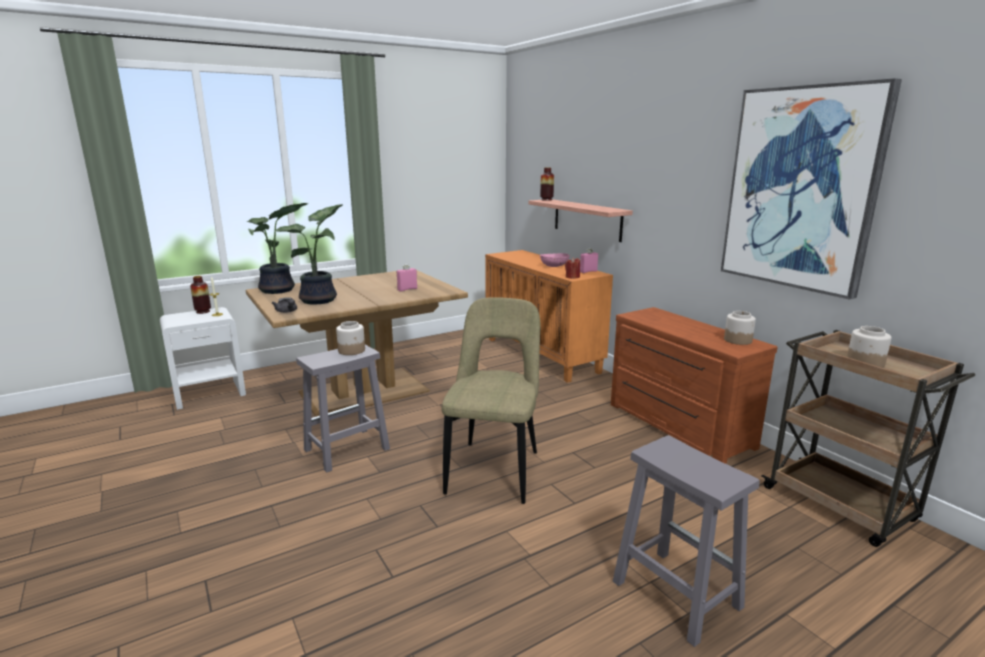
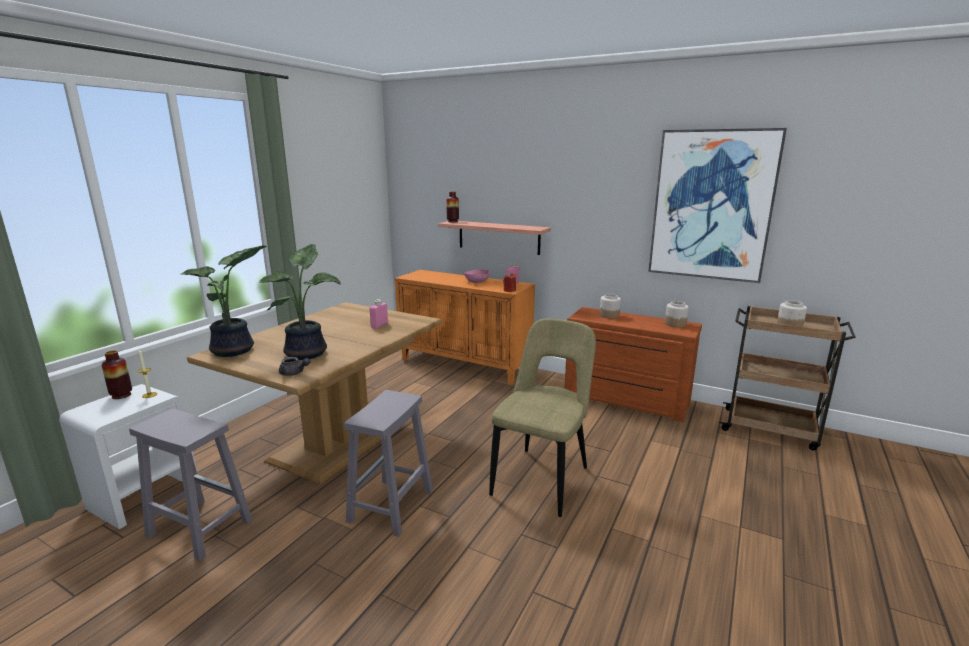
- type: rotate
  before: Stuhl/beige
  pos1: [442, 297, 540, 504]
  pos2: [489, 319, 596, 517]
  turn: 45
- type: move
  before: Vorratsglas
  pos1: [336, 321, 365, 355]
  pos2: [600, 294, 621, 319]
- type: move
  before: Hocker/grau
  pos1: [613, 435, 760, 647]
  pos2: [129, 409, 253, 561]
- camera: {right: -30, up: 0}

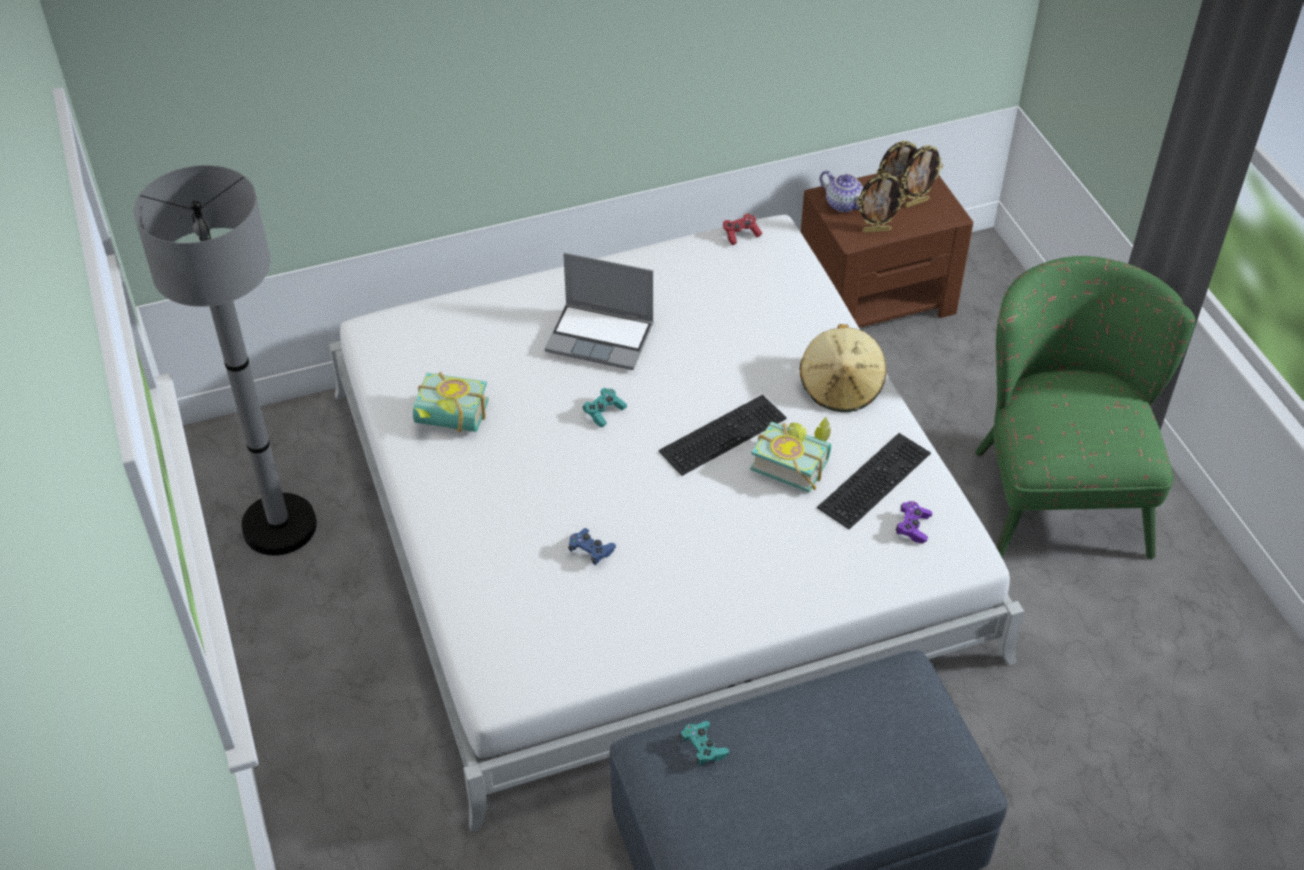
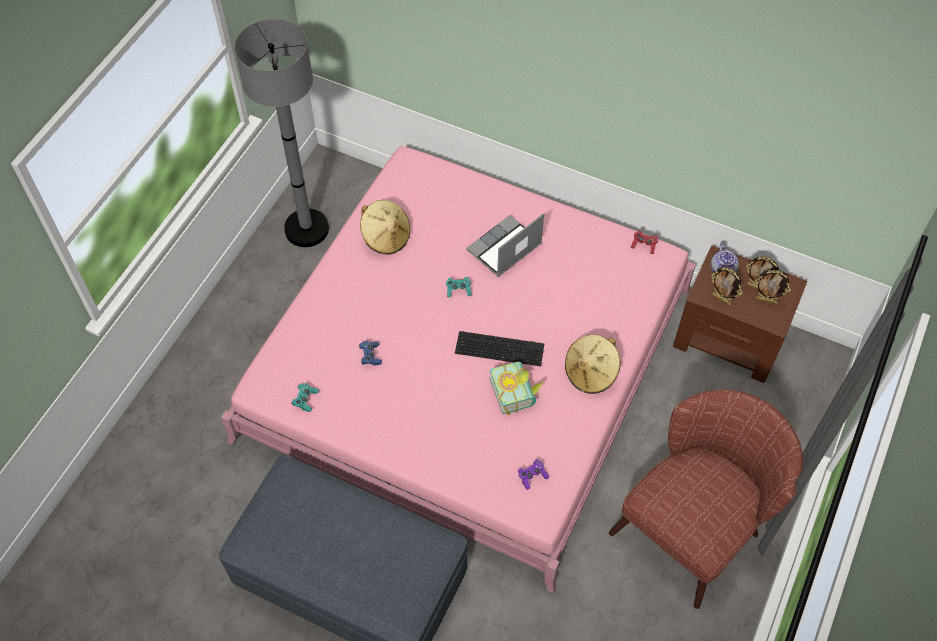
- type: recolor
  before: Bett/weiß
  after: Bett/rosa
  pos1: [329, 215, 1024, 833]
  pos2: [221, 146, 696, 593]
- type: rotate
  before: Laptop
  pos1: [545, 253, 654, 370]
  pos2: [466, 213, 544, 277]
  turn: 75
- type: recolor
  before: Sessel/grün
  after: Sessel/braun
  pos1: [975, 256, 1196, 559]
  pos2: [609, 389, 803, 609]
- type: replace
  before: Buch
  after: Hut/beige
  pos1: [413, 372, 489, 432]
  pos2: [360, 200, 410, 255]
- type: delete
  before: Tastatur
  pos1: [817, 433, 931, 529]
- type: move
  before: Gamepad/türkis
  pos1: [679, 721, 729, 766]
  pos2: [291, 383, 319, 412]
- camera: {right: 45, up: 10}

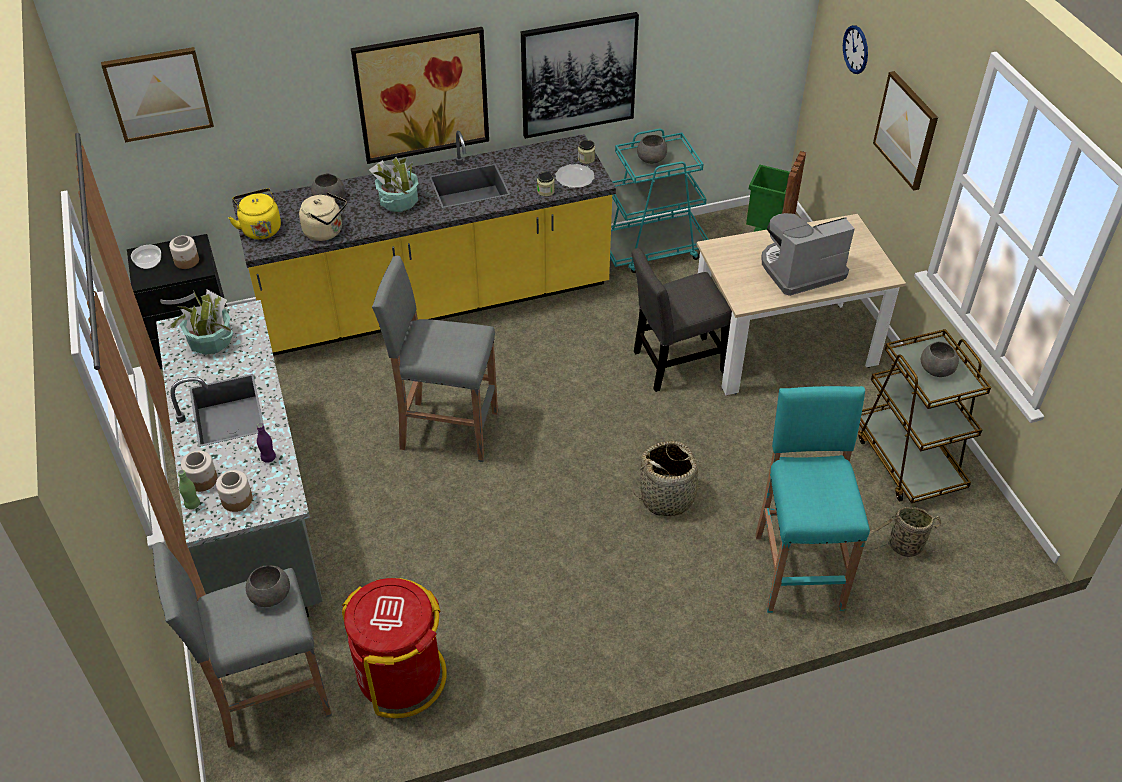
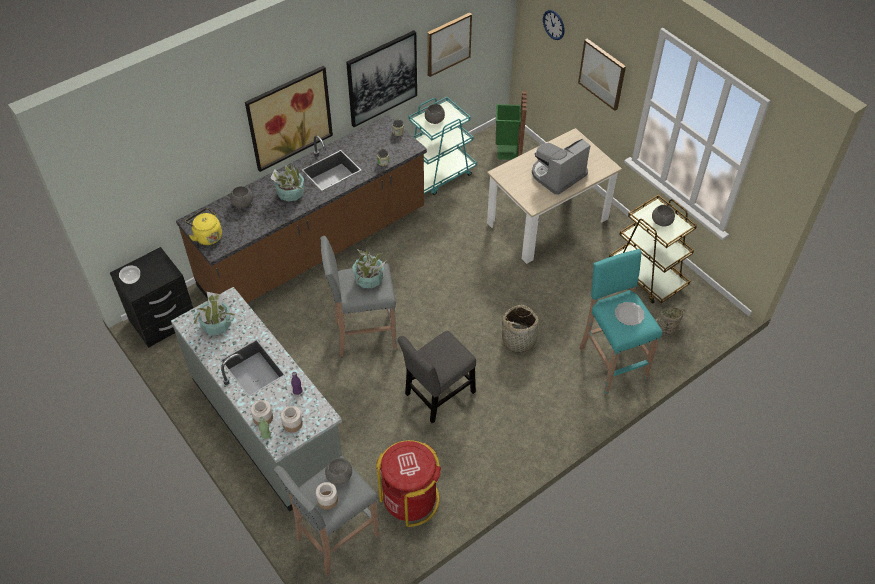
- type: move
  before: Bild
  pos1: [101, 47, 214, 142]
  pos2: [427, 12, 472, 77]
- type: recolor
  before: Küchenzeile/gelb
  after: Küchenzeile/braun
  pos1: [232, 131, 616, 356]
  pos2: [176, 114, 427, 303]
- type: move
  before: Teller
  pos1: [555, 164, 595, 188]
  pos2: [615, 302, 644, 326]
- type: delete
  before: Wasserkessel/beige
  pos1: [299, 192, 347, 241]
- type: move
  before: Vorratsglas
  pos1: [169, 236, 199, 269]
  pos2: [316, 482, 338, 510]
- type: move
  before: Stuhl/grau
  pos1: [632, 248, 732, 392]
  pos2: [397, 331, 476, 423]
- type: insert
  after: Topfpflanze
  pos2: [352, 248, 386, 288]
- camera: {right: -20, up: 5}

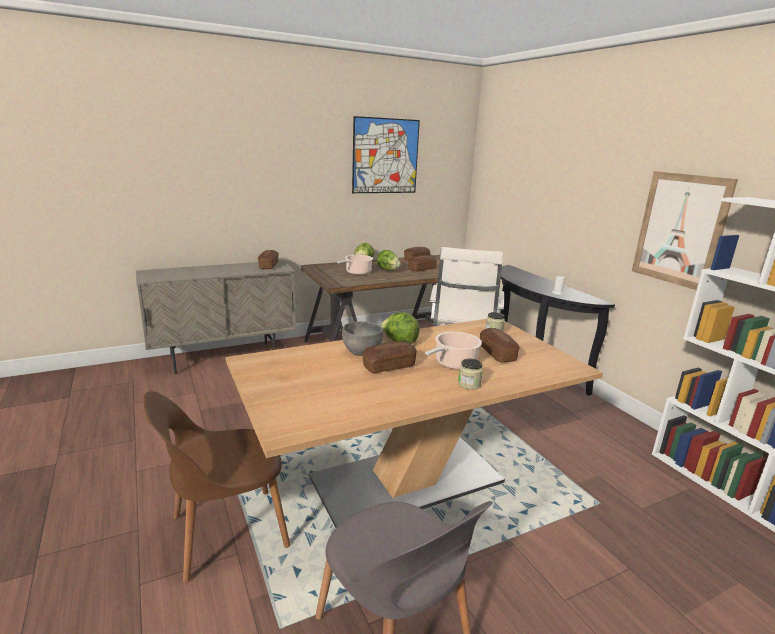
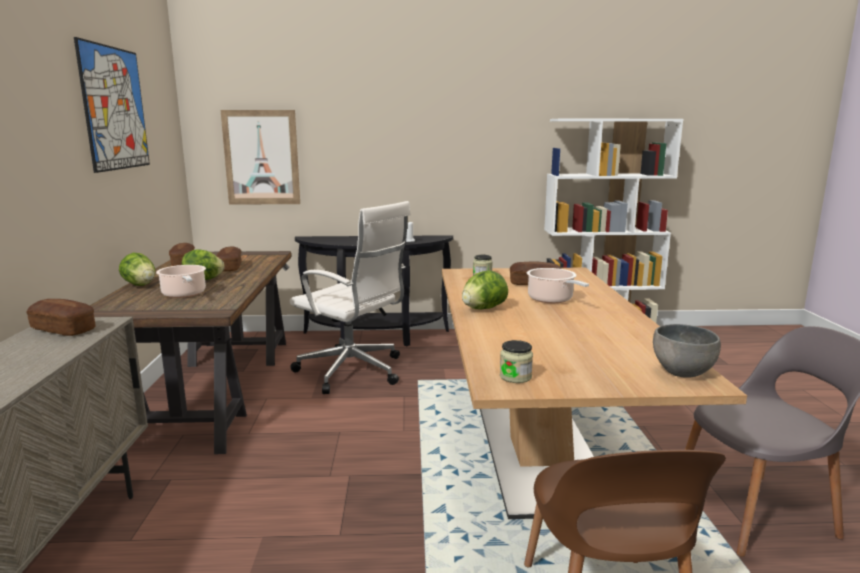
- type: move
  before: Bild
  pos1: [632, 171, 738, 290]
  pos2: [221, 110, 300, 205]
- type: move
  before: Schüssel/grau
  pos1: [342, 321, 383, 356]
  pos2: [653, 324, 721, 378]
- type: delete
  before: Brot
  pos1: [363, 342, 417, 373]
- type: move
  before: Vorratsglas
  pos1: [458, 358, 483, 390]
  pos2: [500, 340, 533, 383]
- camera: {right: -65, up: -5}

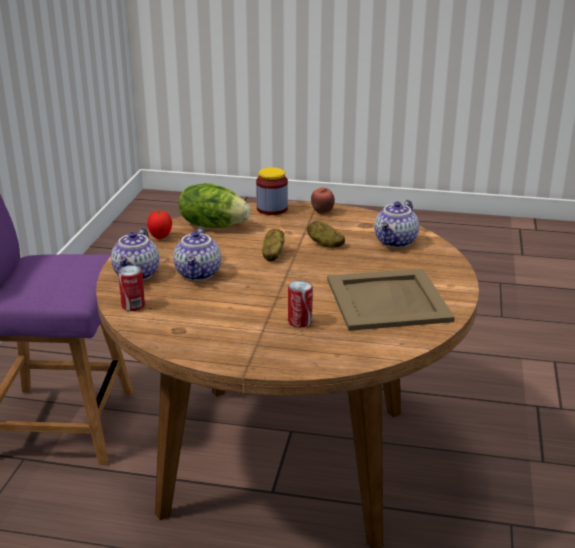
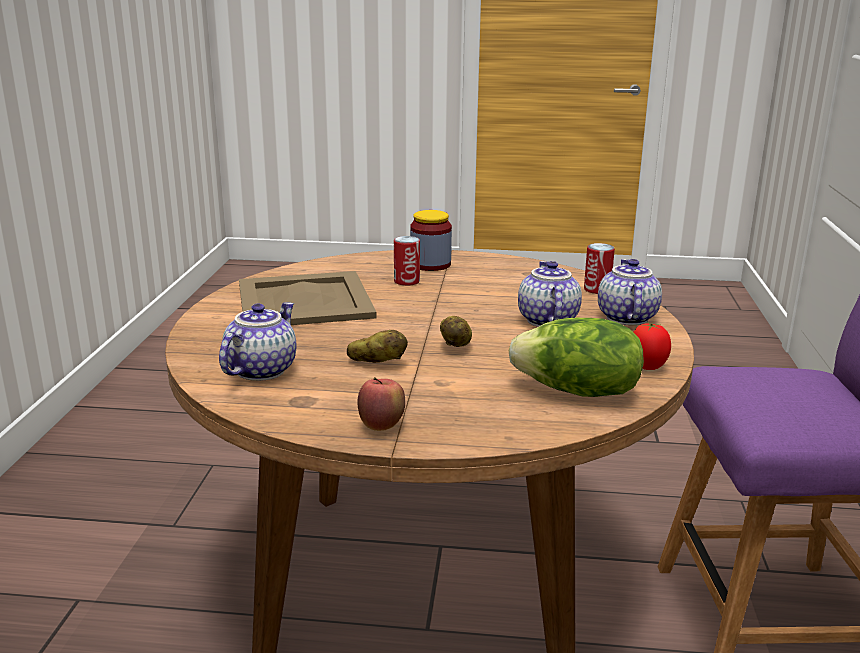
- type: move
  before: Vorratsglas
  pos1: [256, 167, 288, 215]
  pos2: [410, 210, 452, 271]
- camera: {right: 175, up: -5}

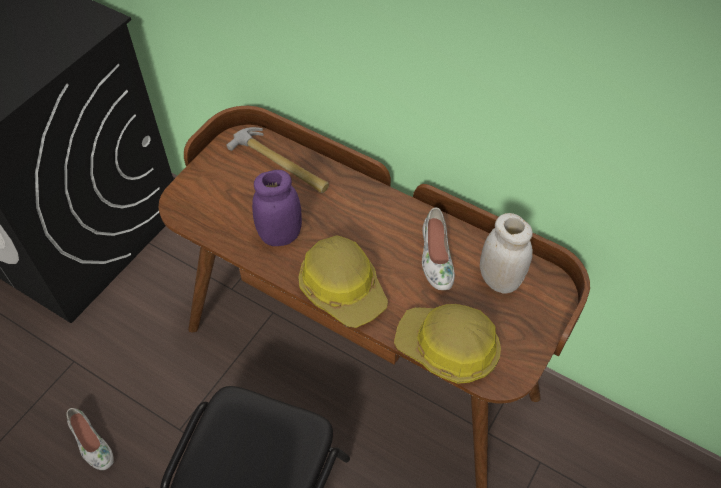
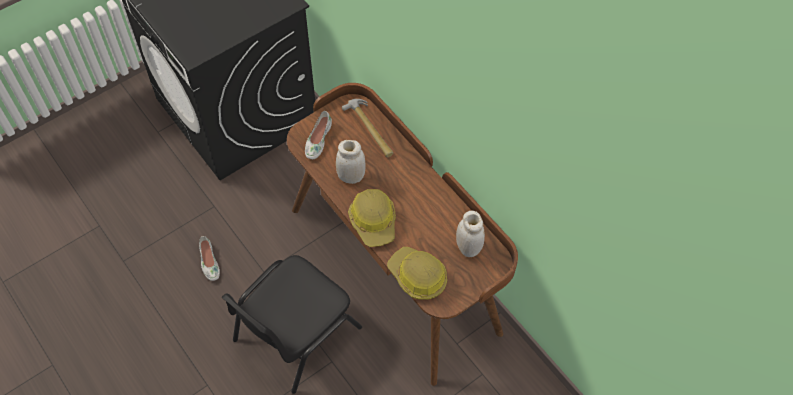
- type: recolor
  before: Vorratsglas/lila
  after: Vorratsglas/weiß
  pos1: [252, 170, 302, 246]
  pos2: [336, 140, 365, 184]
- type: move
  before: Schuh/weiß
  pos1: [422, 208, 455, 290]
  pos2: [305, 111, 332, 159]
- camera: {right: 20, up: 5}

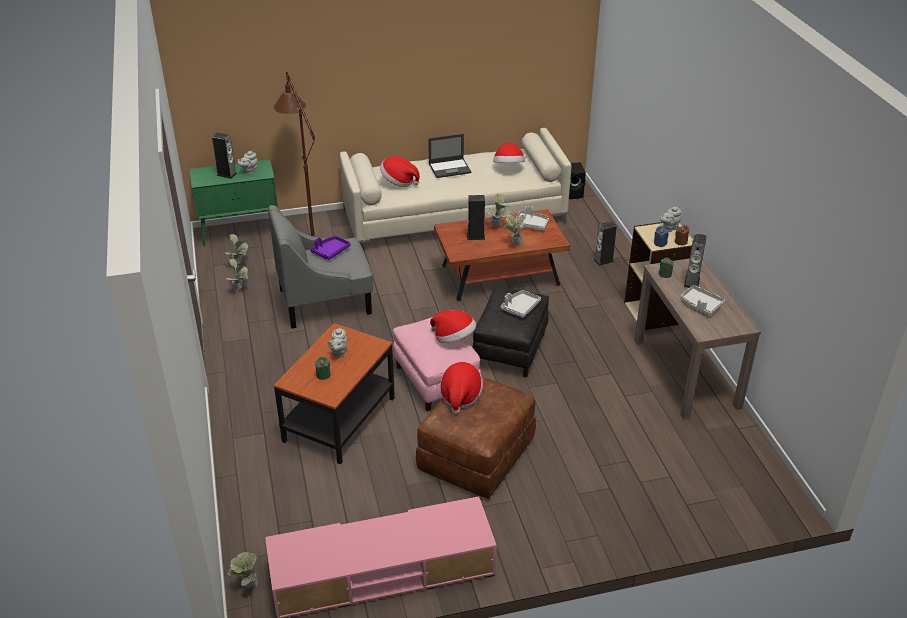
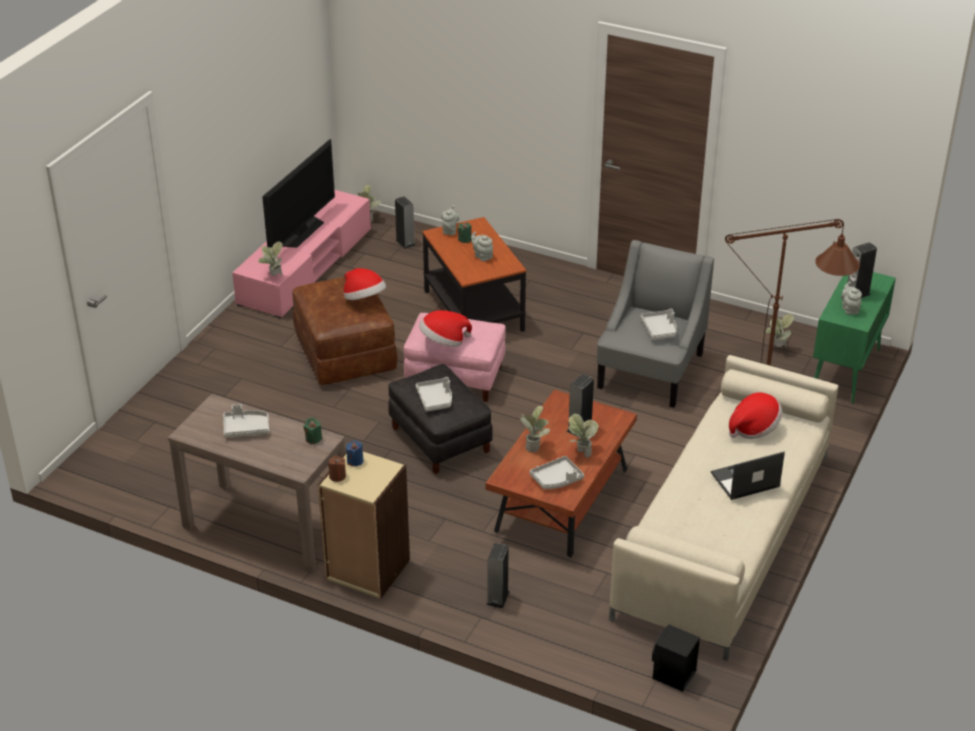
- type: rotate
  before: Laptop
  pos1: [428, 134, 471, 178]
  pos2: [711, 451, 785, 500]
  turn: 45
- type: delete
  before: Hut
  pos1: [493, 143, 525, 163]
- type: move
  before: Teekanne/grau
  pos1: [660, 206, 682, 232]
  pos2: [441, 205, 459, 235]
- type: move
  before: Lautsprecher
  pos1: [684, 234, 707, 288]
  pos2: [395, 196, 416, 249]
- type: recolor
  before: Tablett/lila
  after: Tablett/grau
  pos1: [310, 236, 351, 260]
  pos2: [641, 308, 677, 340]
- type: move
  before: Topfpflanze
  pos1: [226, 259, 248, 292]
  pos2: [258, 241, 283, 276]
- type: insert
  after: Fernseher
  pos2: [262, 139, 335, 248]
- camera: {right: 130, up: 0}

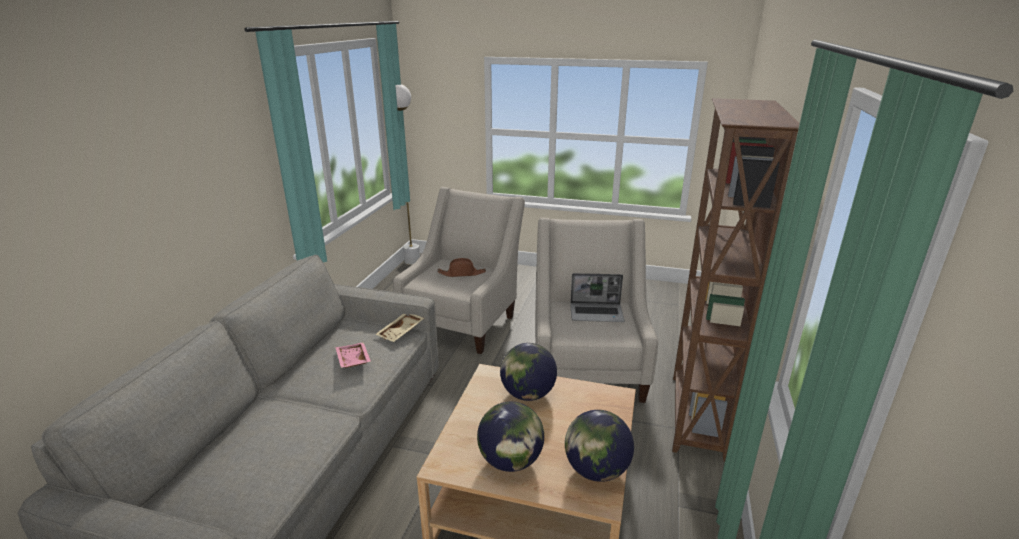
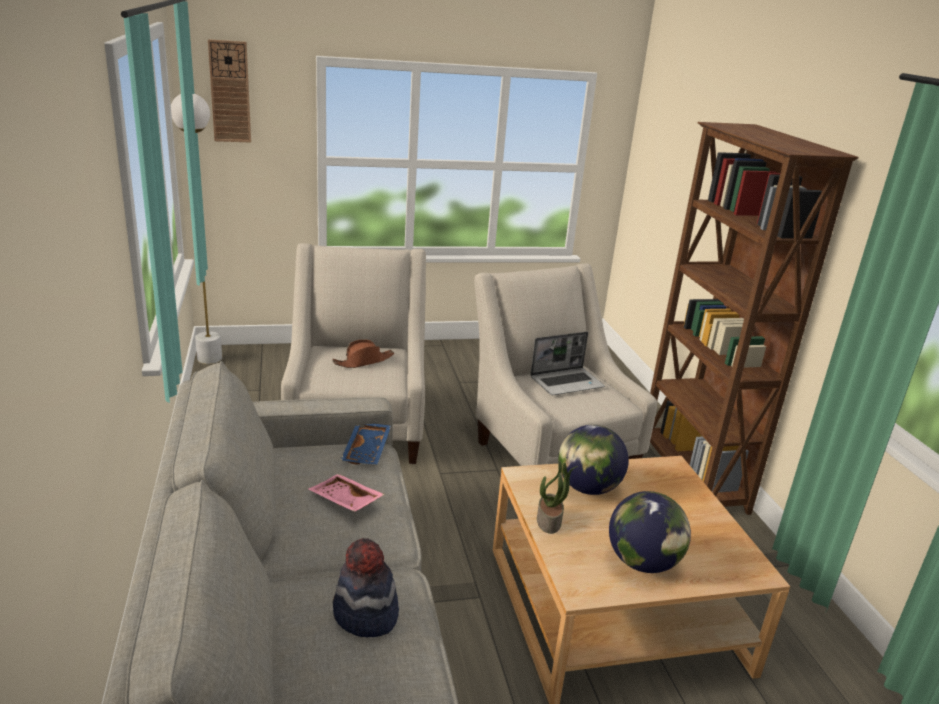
- type: recolor
  before: Tablett/beige
  after: Tablett/blau
  pos1: [376, 314, 424, 342]
  pos2: [341, 424, 391, 464]
- type: delete
  before: Globus
  pos1: [565, 410, 634, 482]
- type: insert
  after: Wanduhr
  pos2: [208, 39, 251, 143]
- type: insert
  after: Topfpflanze
  pos2: [537, 461, 578, 534]
- type: insert
  after: Hut
  pos2: [333, 538, 399, 637]
- camera: {right: -30, up: 0}

